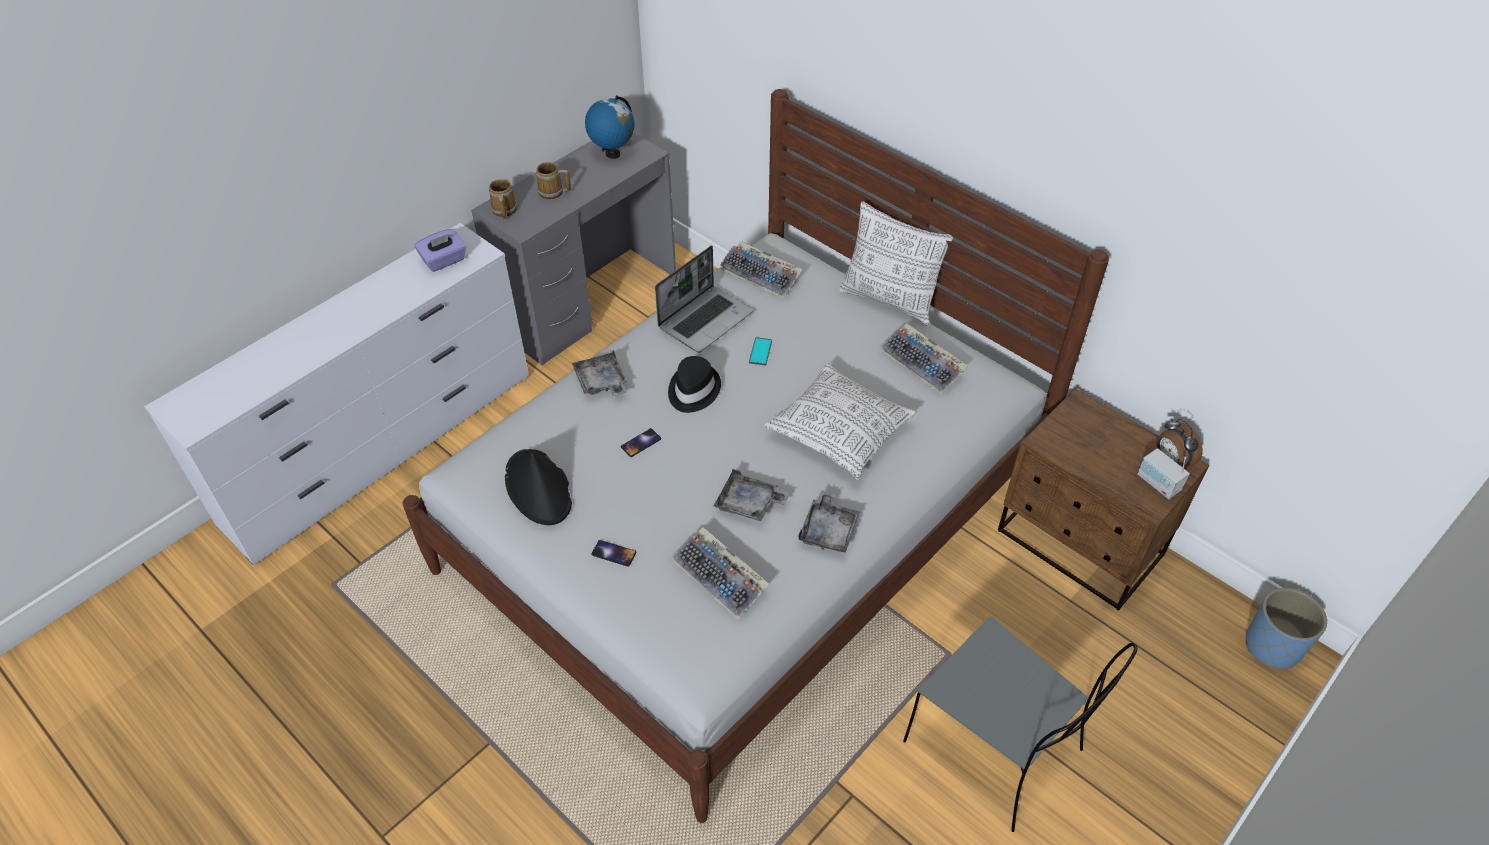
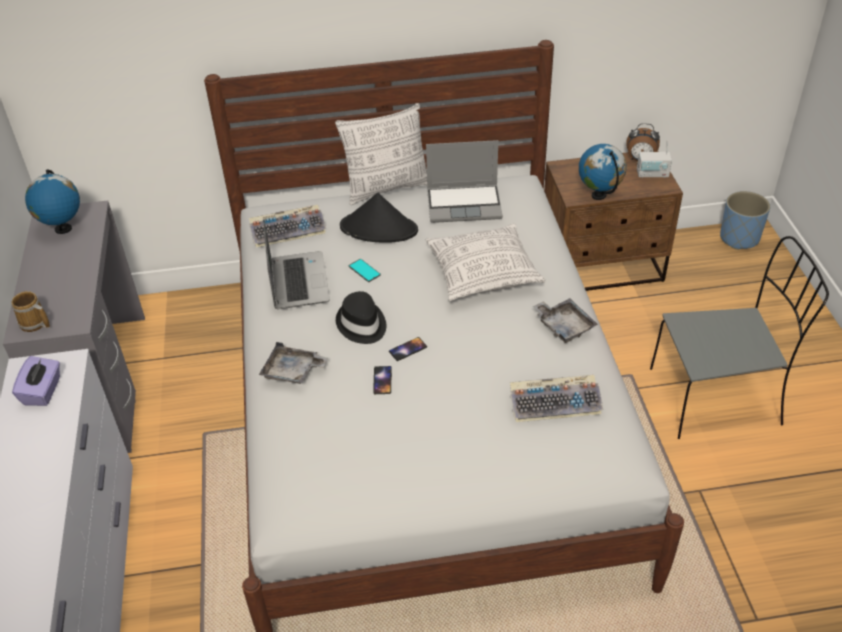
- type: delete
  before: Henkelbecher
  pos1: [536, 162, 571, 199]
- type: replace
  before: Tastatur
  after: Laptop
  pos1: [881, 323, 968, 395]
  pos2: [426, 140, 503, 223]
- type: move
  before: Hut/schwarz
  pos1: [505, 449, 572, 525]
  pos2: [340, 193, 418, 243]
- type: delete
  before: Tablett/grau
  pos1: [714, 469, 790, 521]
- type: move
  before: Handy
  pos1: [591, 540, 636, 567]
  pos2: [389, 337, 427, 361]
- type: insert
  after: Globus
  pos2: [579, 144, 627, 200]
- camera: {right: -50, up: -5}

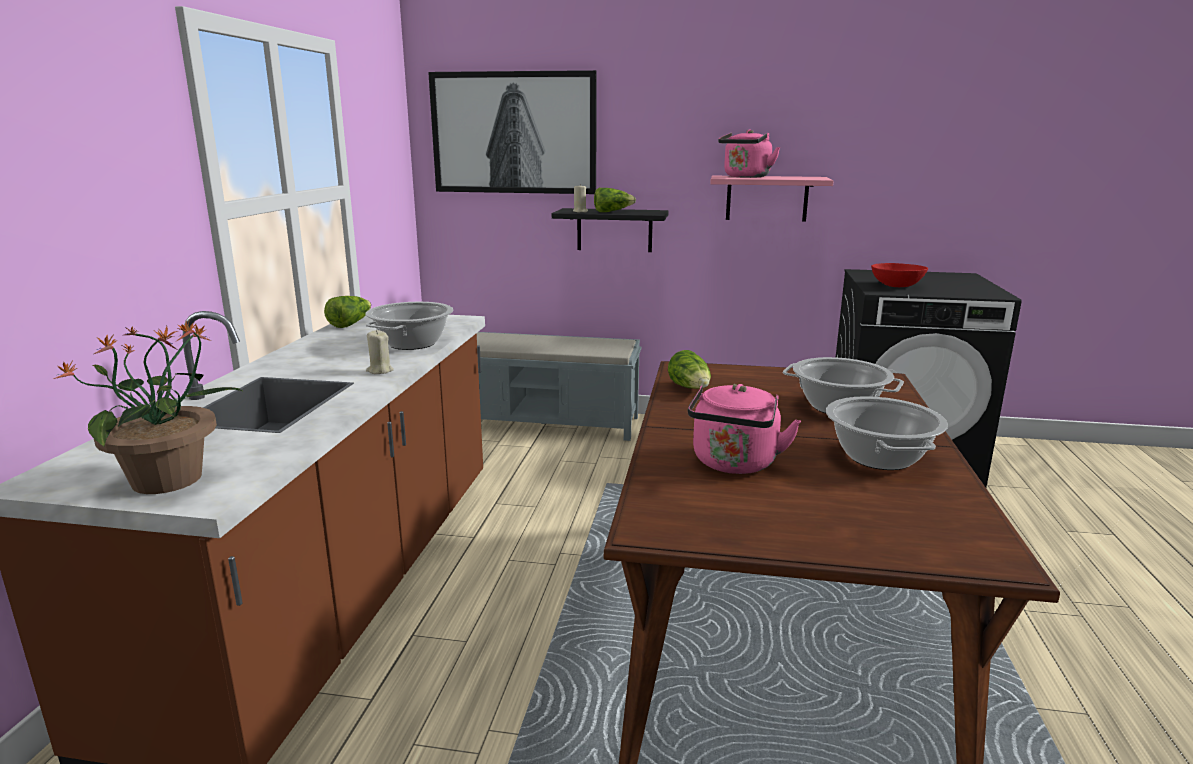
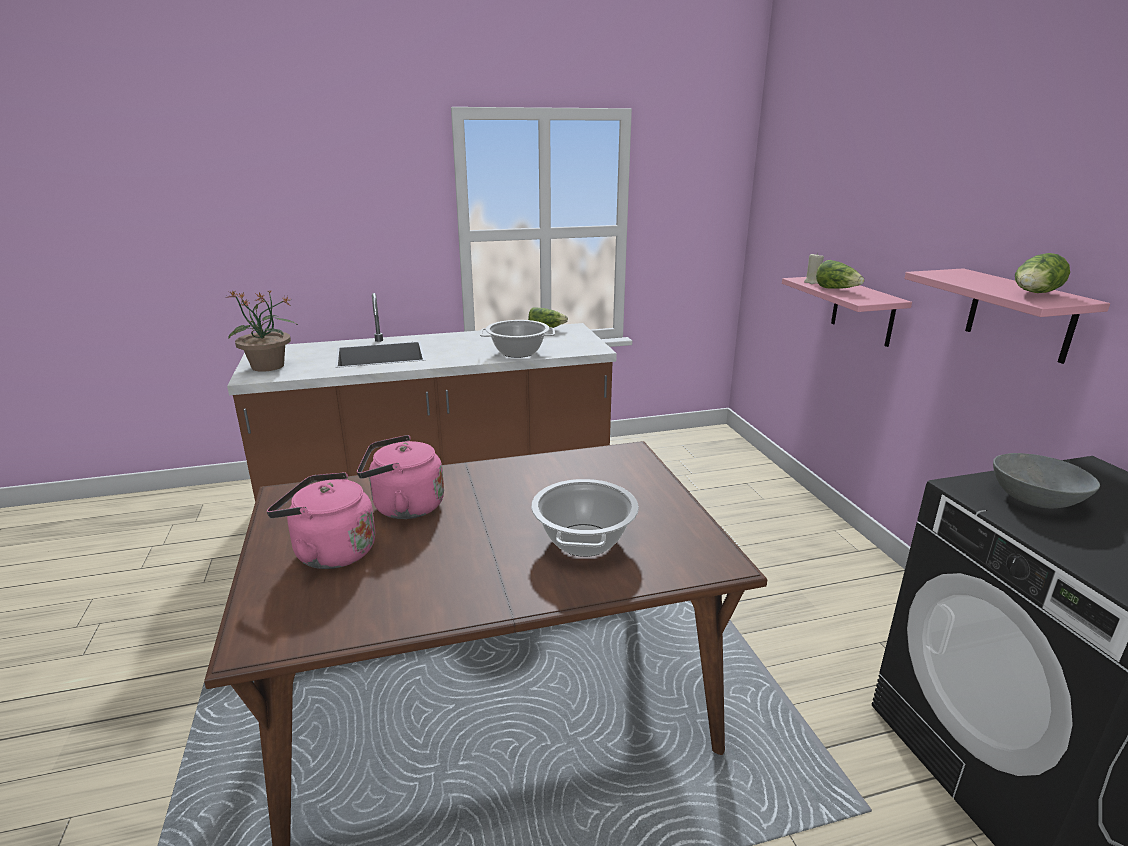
- type: delete
  before: Bild
  pos1: [428, 70, 597, 194]
- type: move
  before: Wasserkessel/rosa
  pos1: [718, 129, 780, 178]
  pos2: [267, 472, 375, 569]
- type: recolor
  before: Wandregal/schwarz
  after: Wandregal/rosa
  pos1: [552, 208, 669, 252]
  pos2: [782, 277, 912, 347]
- type: recolor
  before: Schüssel/rot
  after: Schüssel/grau
  pos1: [871, 263, 928, 287]
  pos2: [993, 453, 1100, 508]
- type: delete
  before: Kerze/beige
  pos1: [366, 330, 394, 374]
- type: delete
  before: Bank/grau
  pos1: [477, 332, 641, 441]
- type: move
  before: Salatkopf
  pos1: [668, 350, 711, 389]
  pos2: [1015, 253, 1070, 293]
- type: delete
  before: Kochtopf
  pos1: [826, 396, 948, 470]
- camera: {right: 65, up: 5}

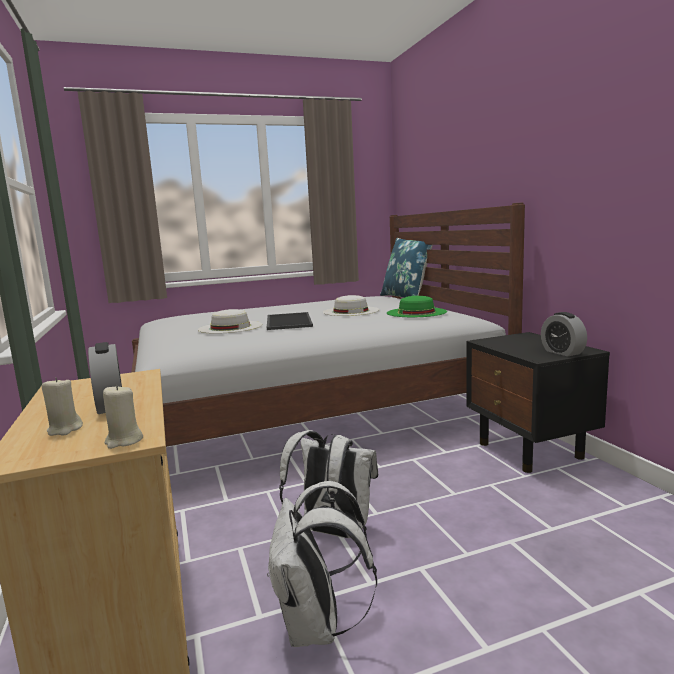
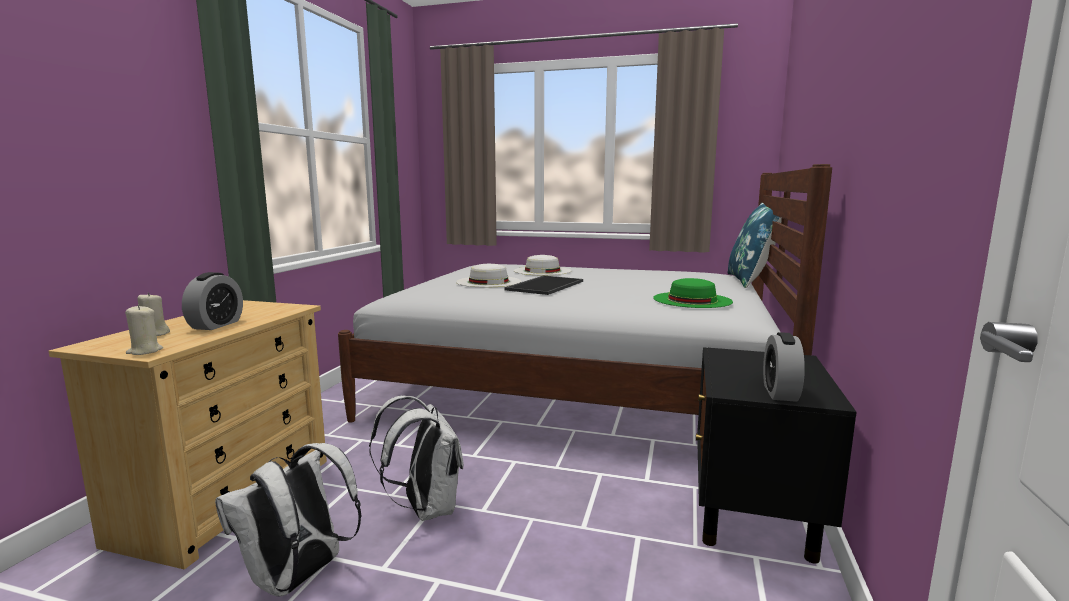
- type: move
  before: Hut/weiß
  pos1: [323, 295, 379, 316]
  pos2: [514, 255, 571, 275]
- camera: {right: 35, up: 0}

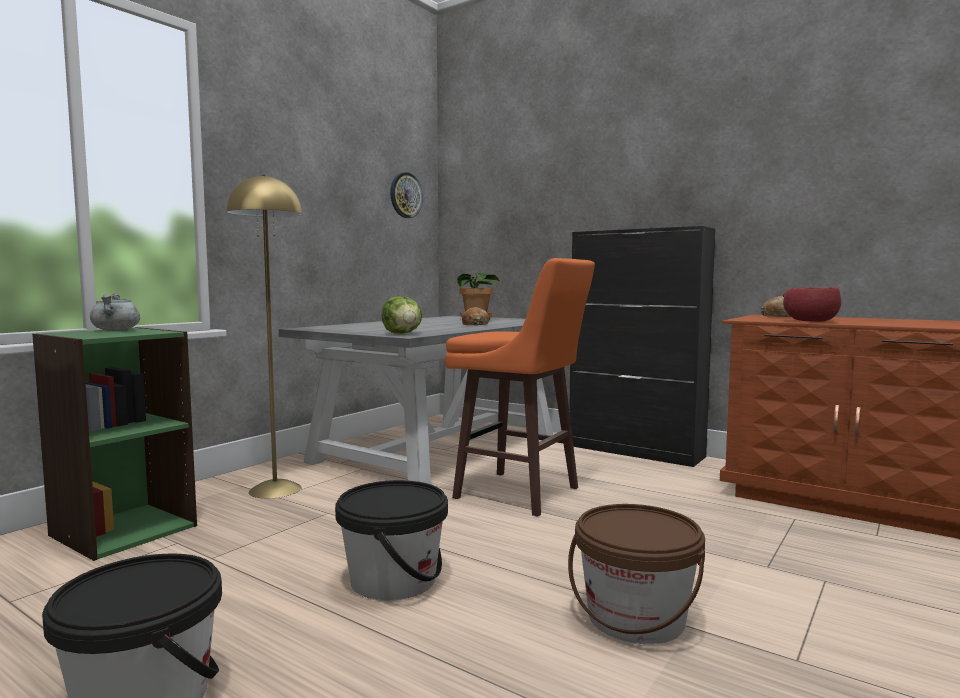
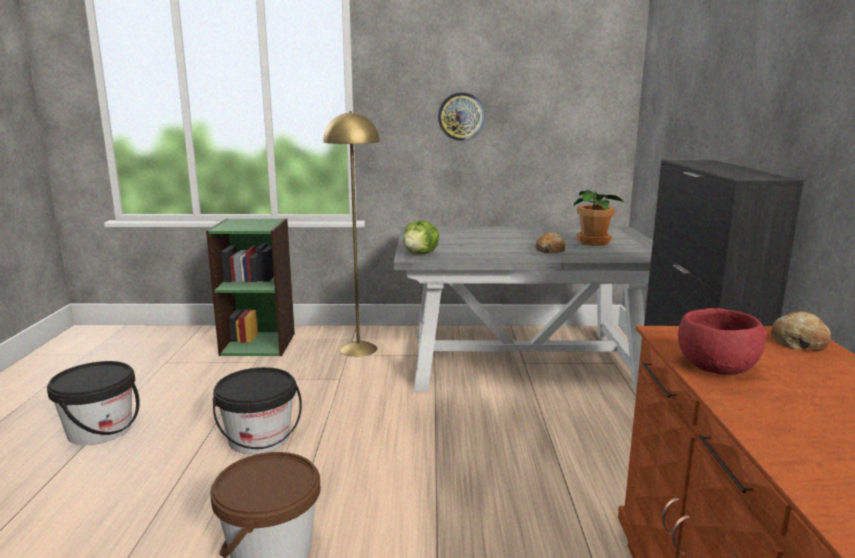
- type: move
  before: Wanduhr
  pos1: [390, 172, 423, 218]
  pos2: [438, 92, 485, 141]
- type: delete
  before: Hocker/orange
  pos1: [445, 258, 595, 517]
- type: delete
  before: Kochtopf/grau
  pos1: [90, 293, 140, 331]
- camera: {right: 55, up: 10}

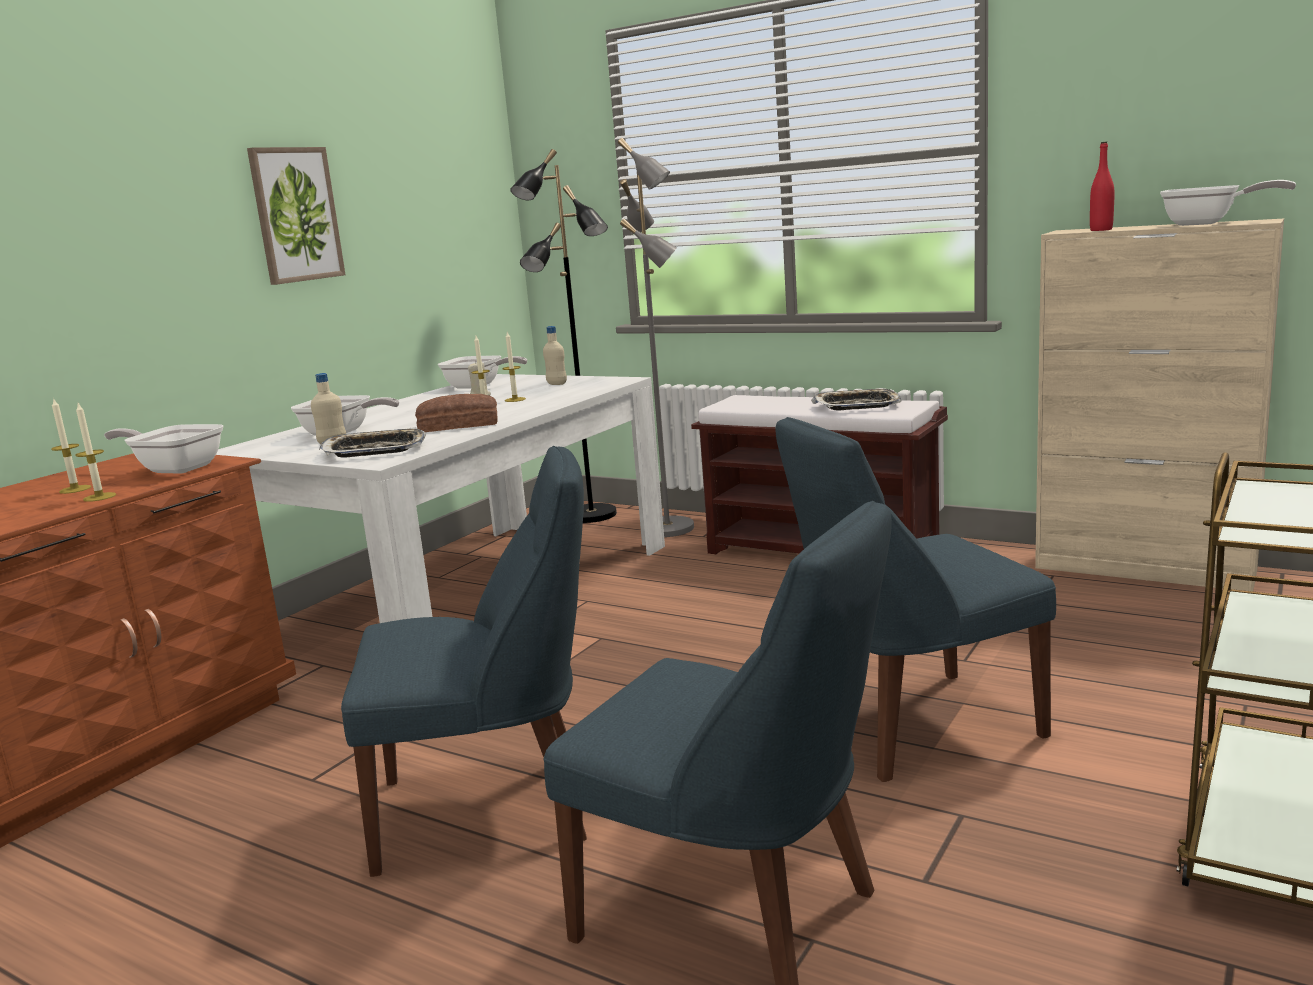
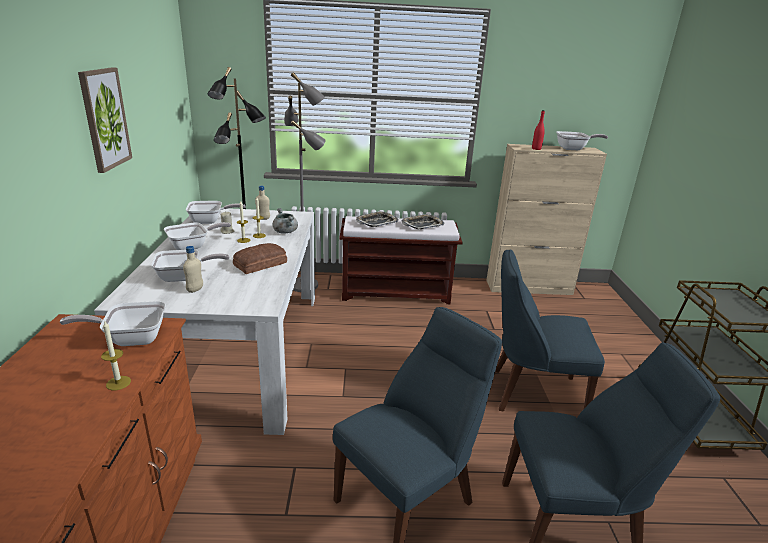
- type: delete
  before: Kerze
  pos1: [51, 399, 91, 494]
- type: rotate
  before: Stuhl/blau
  pos1: [776, 417, 1056, 782]
  pos2: [495, 249, 605, 411]
  turn: 60
- type: move
  before: Tablett
  pos1: [319, 427, 426, 458]
  pos2: [356, 211, 398, 227]
- type: insert
  after: Kochtopf/grau
  pos2: [273, 208, 298, 234]
- type: insert
  after: Pfanne
  pos2: [164, 222, 231, 250]
- camera: {right: -35, up: 10}

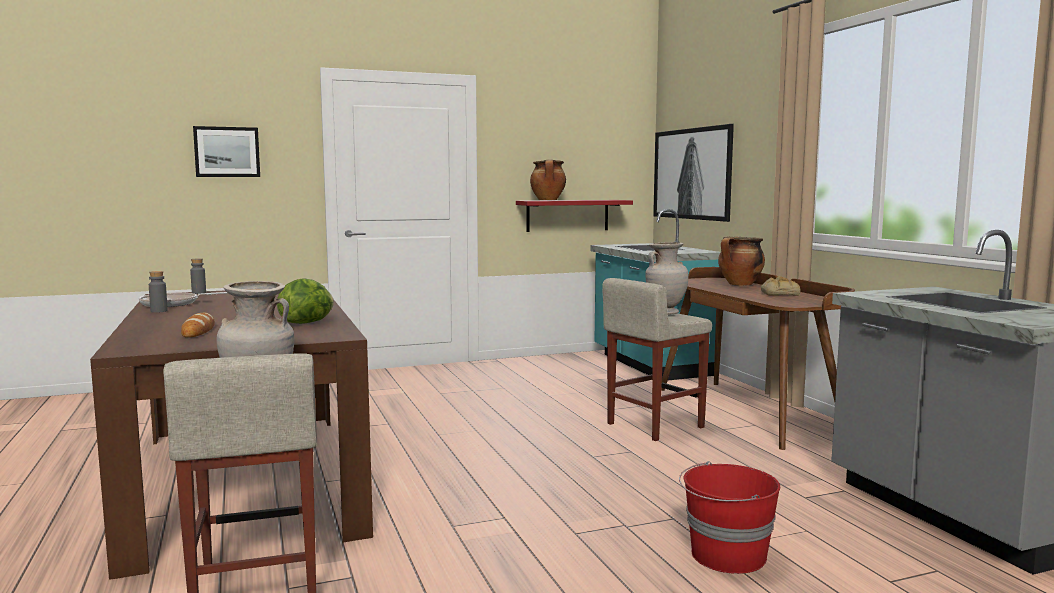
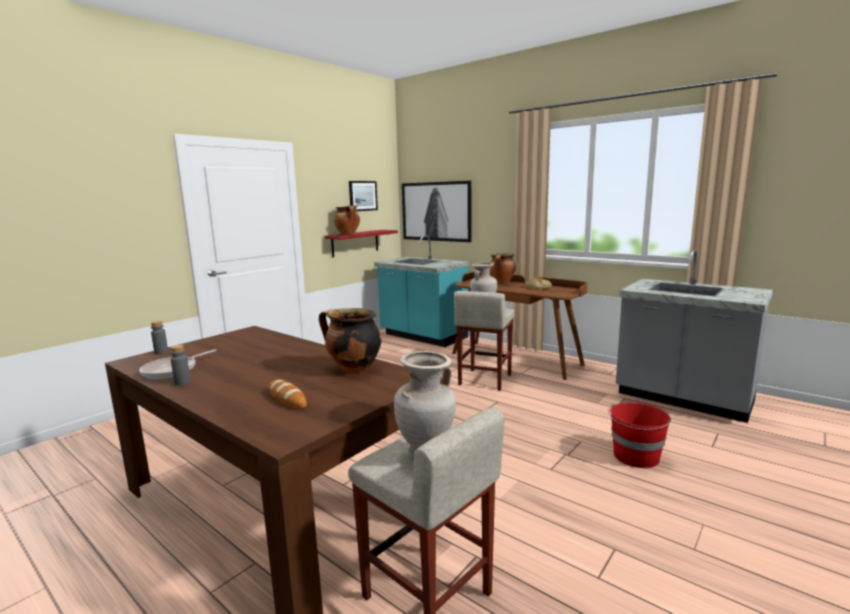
- type: move
  before: Bild
  pos1: [193, 126, 260, 177]
  pos2: [349, 181, 378, 211]
- type: replace
  before: Salatkopf
  after: Kochtopf
  pos1: [277, 278, 334, 324]
  pos2: [319, 308, 381, 373]
- camera: {right: -30, up: 5}

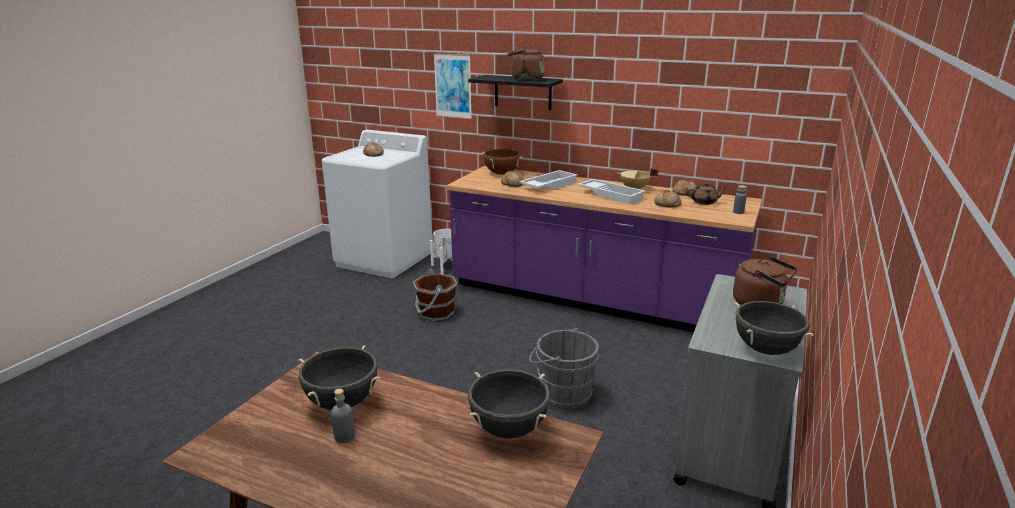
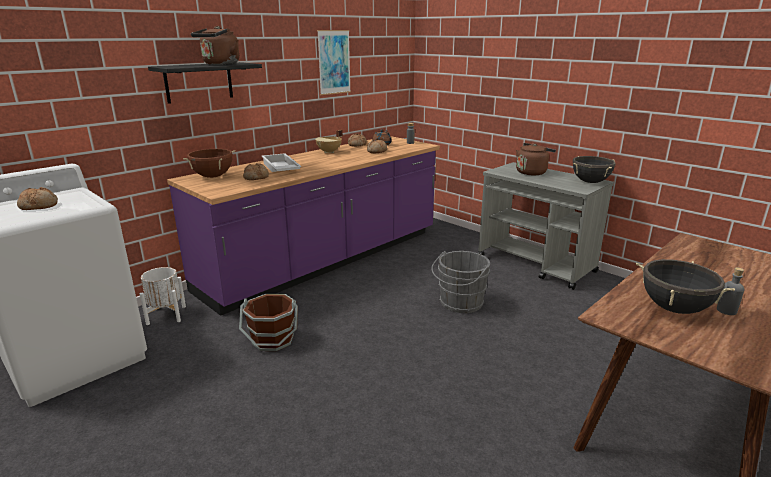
- type: move
  before: Bild
  pos1: [434, 53, 472, 119]
  pos2: [317, 30, 351, 95]
- type: delete
  before: Tablett/weiß
  pos1: [578, 179, 645, 204]
- type: delete
  before: Kochtopf/schwarz
  pos1: [468, 369, 550, 439]
- camera: {right: -70, up: 0}

